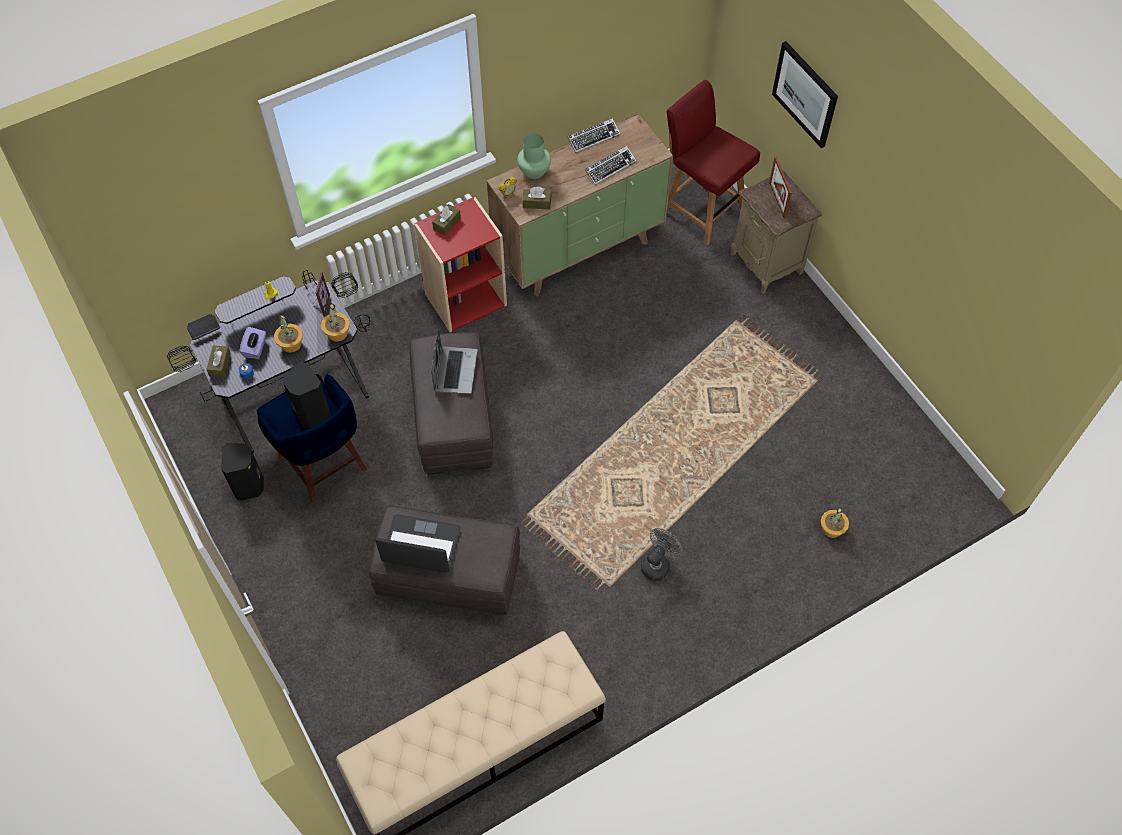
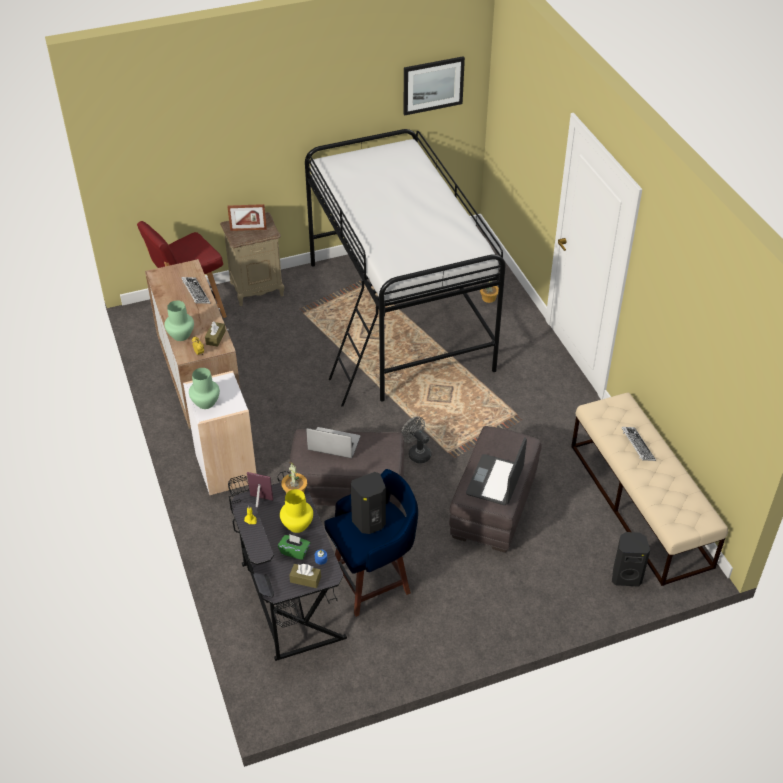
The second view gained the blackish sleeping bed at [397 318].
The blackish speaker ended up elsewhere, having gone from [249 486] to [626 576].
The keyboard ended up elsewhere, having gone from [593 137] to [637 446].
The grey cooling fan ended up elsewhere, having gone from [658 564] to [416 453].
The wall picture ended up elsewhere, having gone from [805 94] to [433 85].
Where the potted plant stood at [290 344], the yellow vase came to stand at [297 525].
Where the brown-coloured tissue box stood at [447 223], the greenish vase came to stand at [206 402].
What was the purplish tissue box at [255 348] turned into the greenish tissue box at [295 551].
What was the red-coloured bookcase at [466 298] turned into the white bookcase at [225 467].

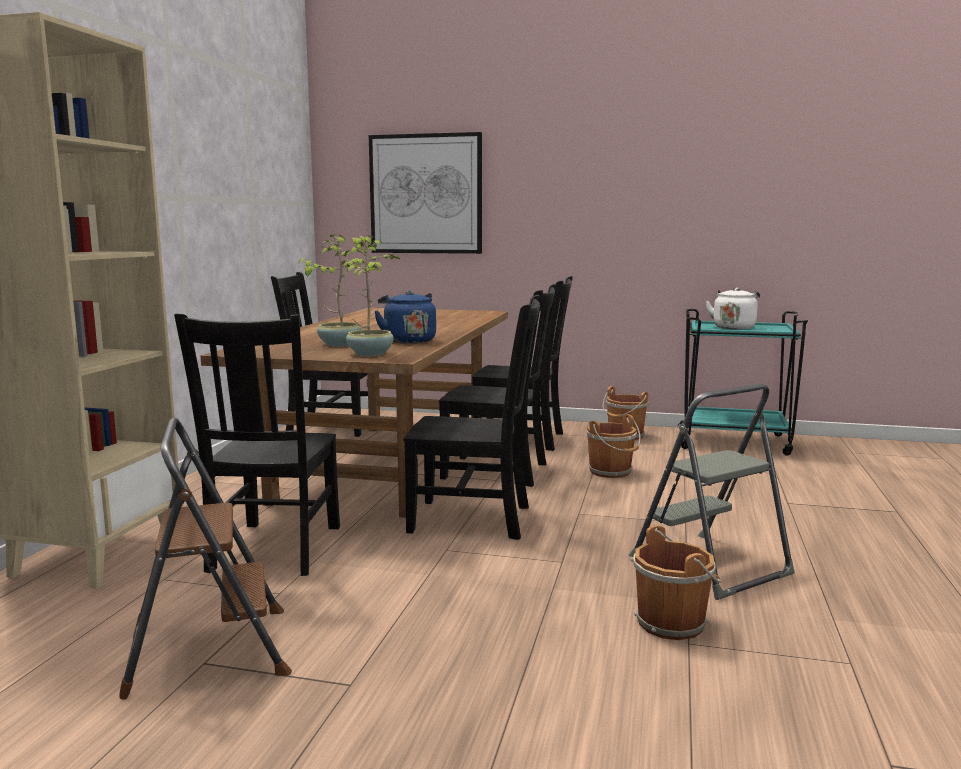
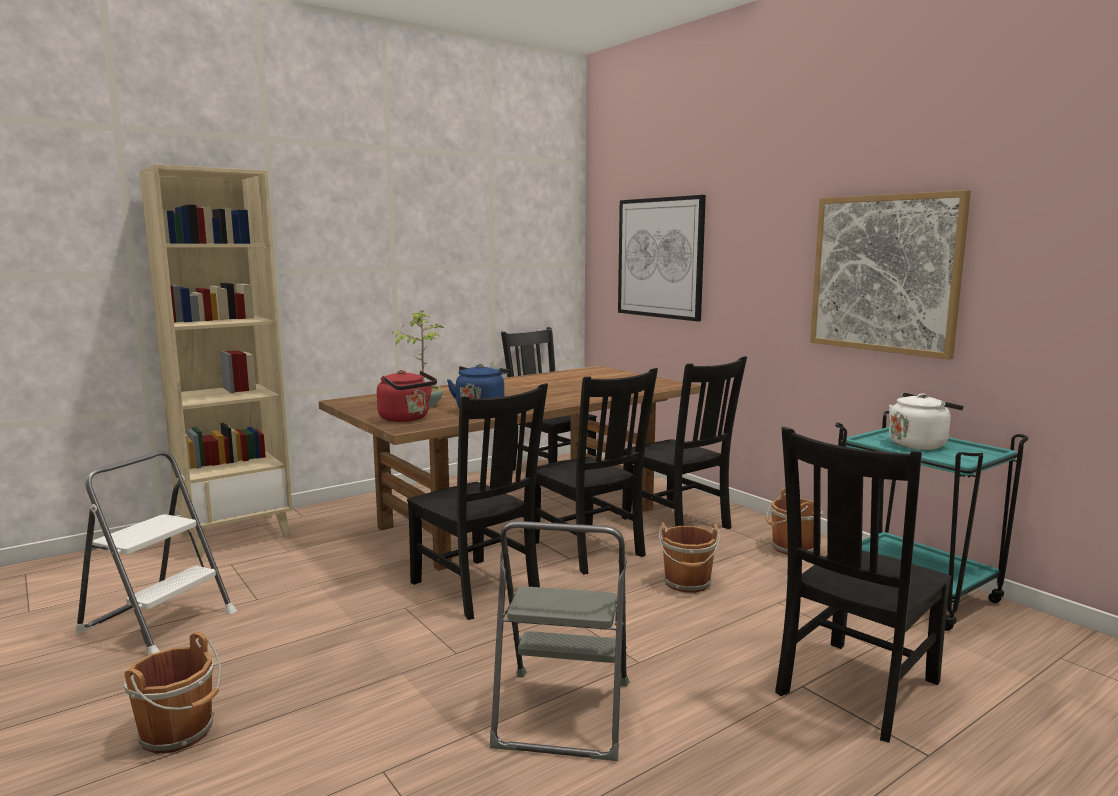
The second view gained the wall picture at [884 273].
The blackish chair ended up elsewhere, having gone from [274 550] to [855 689].
The brown-coloured bucket ended up elsewhere, having gone from [673 622] to [179 733].
Where the potted plant stood at [370 353], the red-coloured kettle came to stand at [406 419].
What was the brown-coloured step ladder at [201 650] turned into the white step ladder at [154 620].

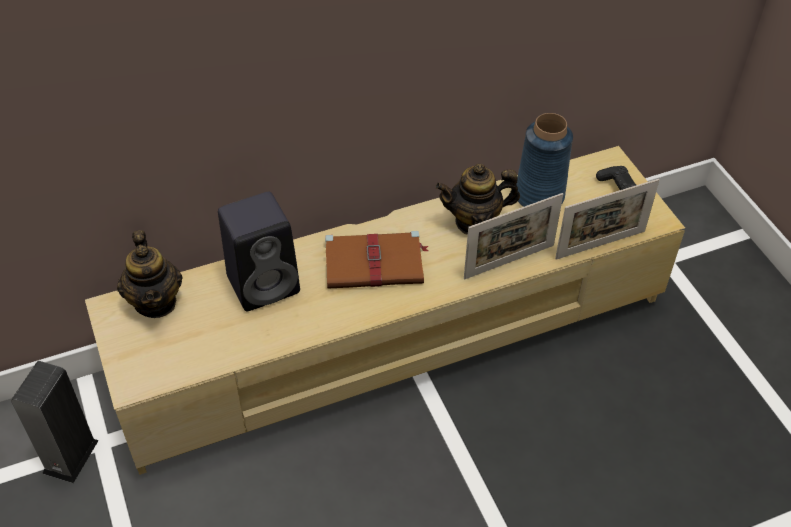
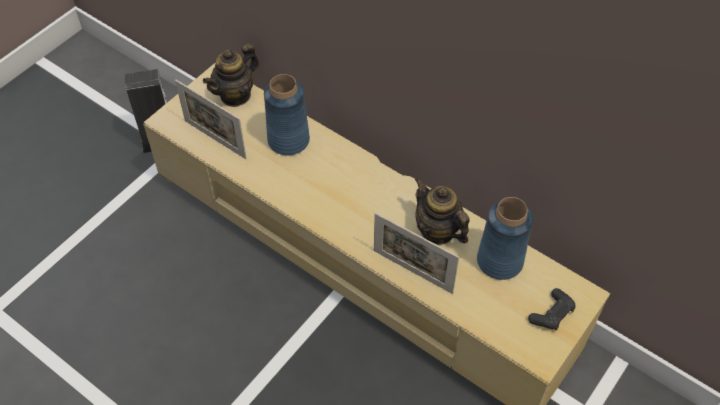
The second view lost the brown-coloured bound book at [376 263].
The standing frame ended up elsewhere, having gone from [600 245] to [215 139].
Where the blackish speaker stood at [265 283], the blue-coloured vase came to stand at [289 140].

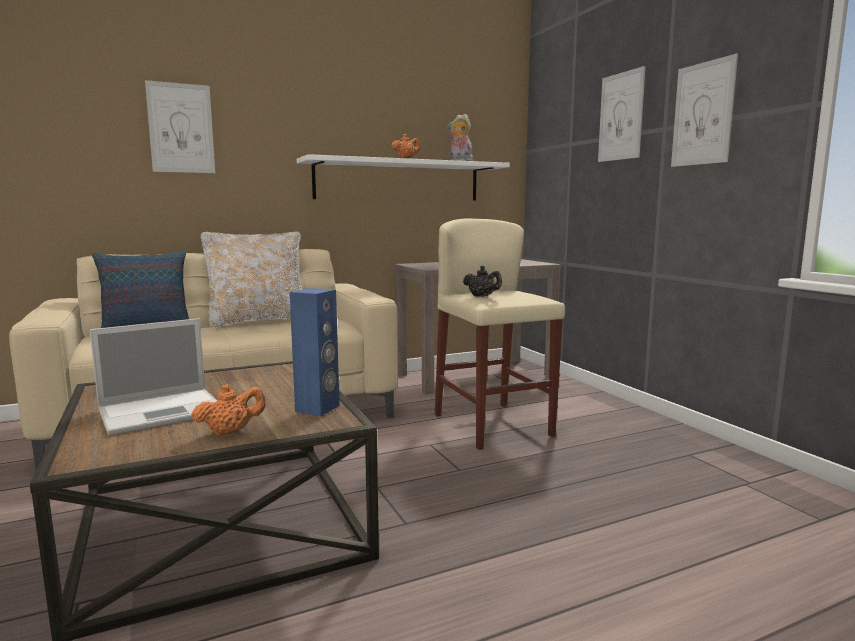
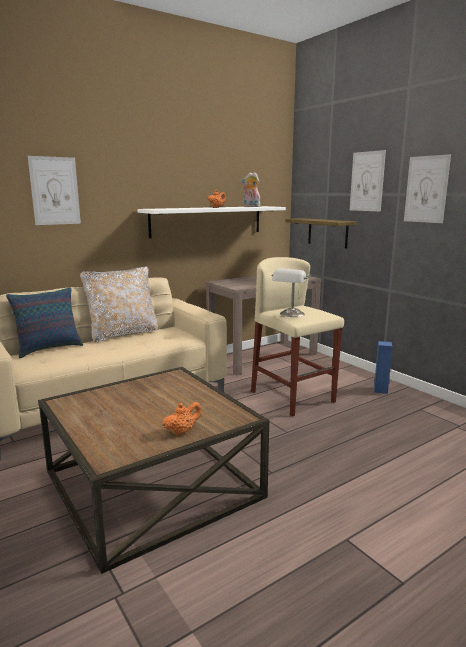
The second view lost the laptop at [164 411].
The second view gained the bracket shelf at [327 232].
The blue-coloured speaker ended up elsewhere, having gone from [318 409] to [381 390].
Where the blackish tea pot stood at [482 296], the white table lamp came to stand at [291 315].

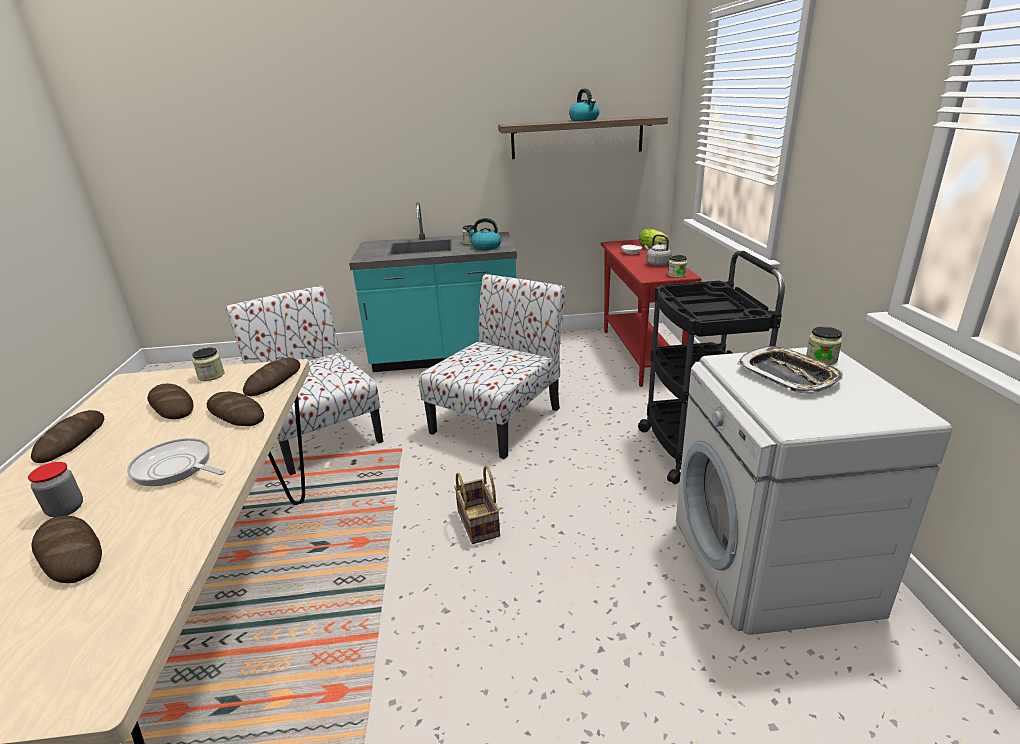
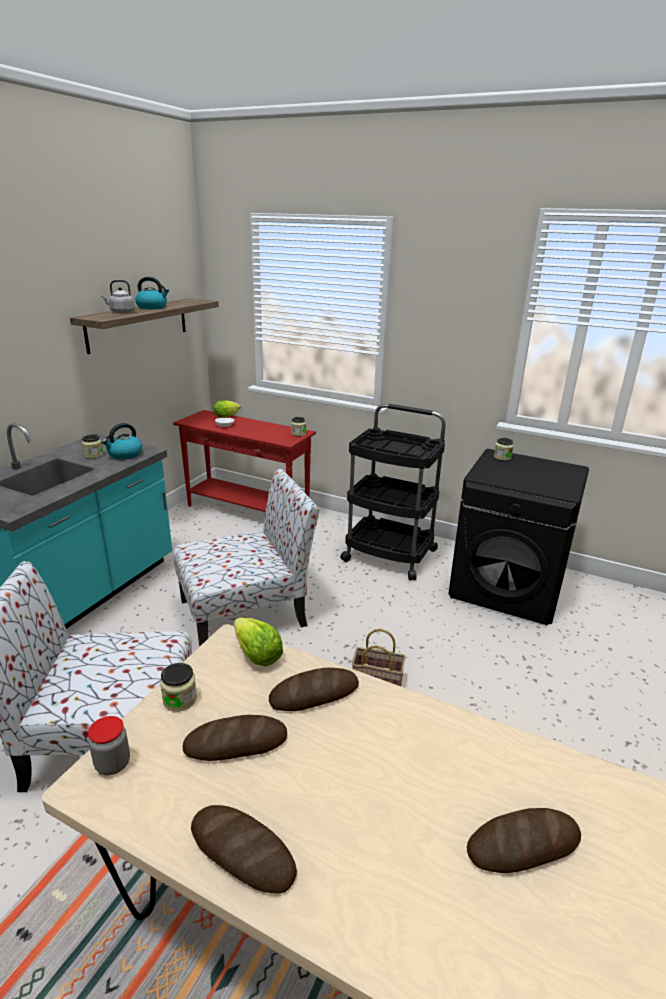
The second view lost the frying pan at [176 468].
The second view lost the tray at [788 375].
The preserve jar ended up elsewhere, having gone from [66 509] to [113 764].
The grey kettle ended up elsewhere, having gone from [657 264] to [121 312].
Where the bread stood at [273 381], the head of lettuce came to stand at [257 655].
What was the white laundry appliance at [768 564] turned into the blackish laundry appliance at [507 589].
The chair at [498 419] ended up facing another way, 90 degrees clockwise from before.

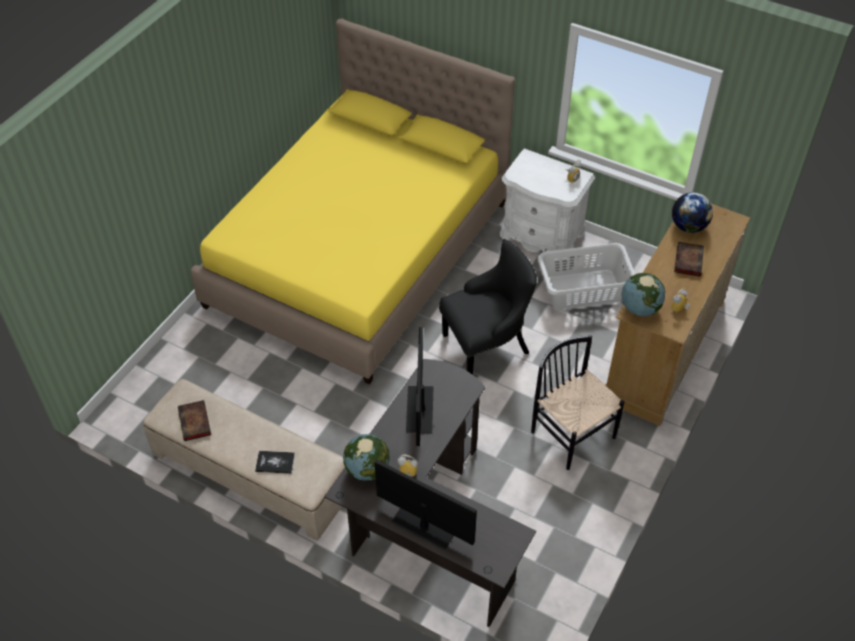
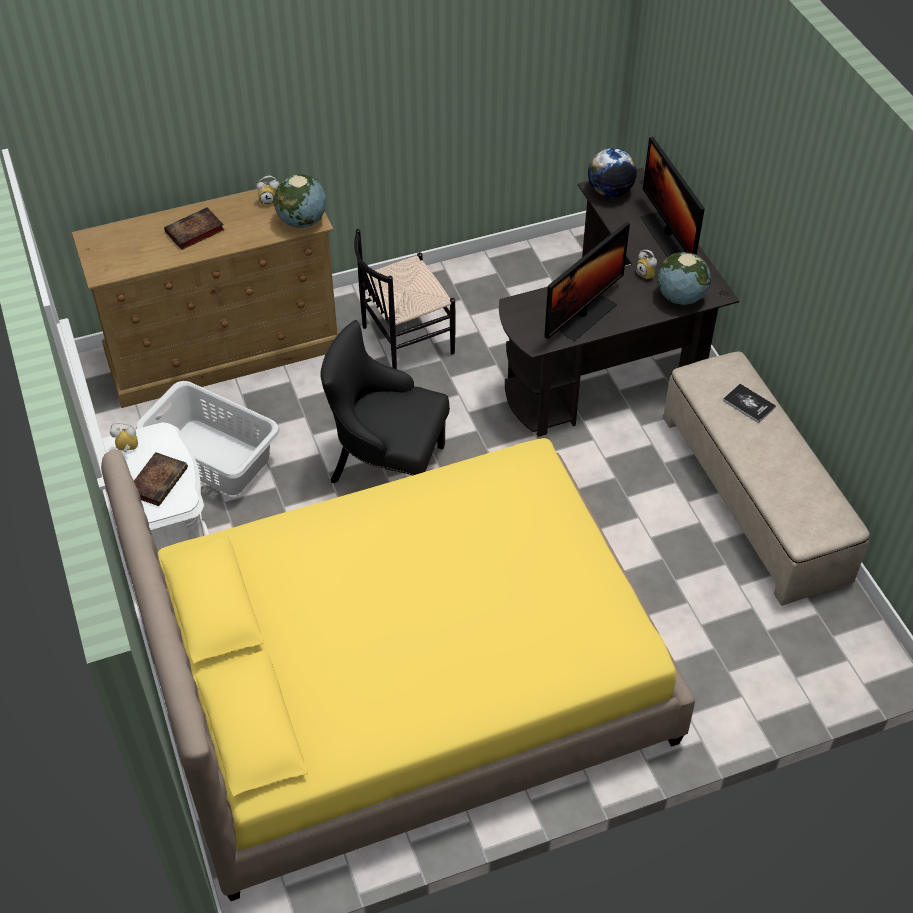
The bound book ended up elsewhere, having gone from [195 423] to [158 480].
The globe ended up elsewhere, having gone from [688 227] to [610 191].
The blackish chair at [570 432] ended up facing another way, 60 degrees clockwise from before.

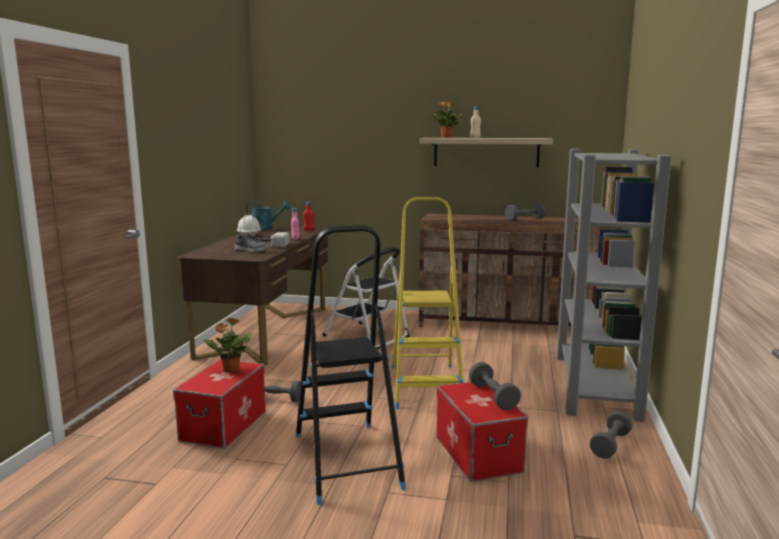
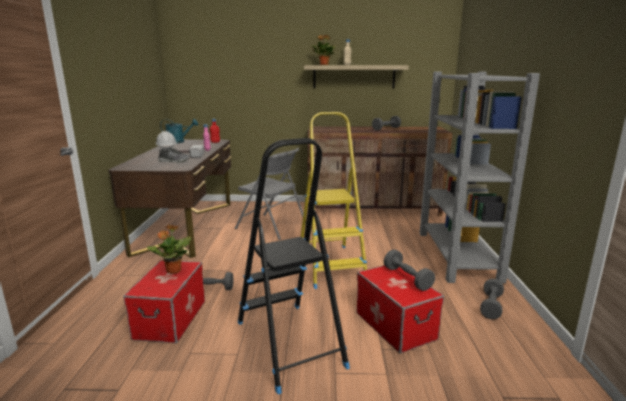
Where the step ladder stood at [367 337], the grey chair came to stand at [271 226].

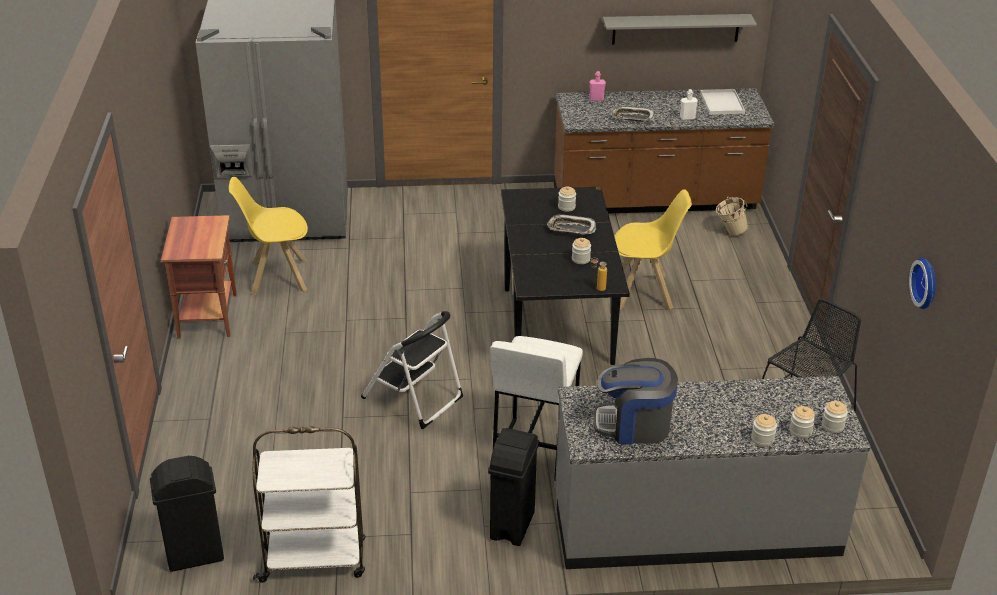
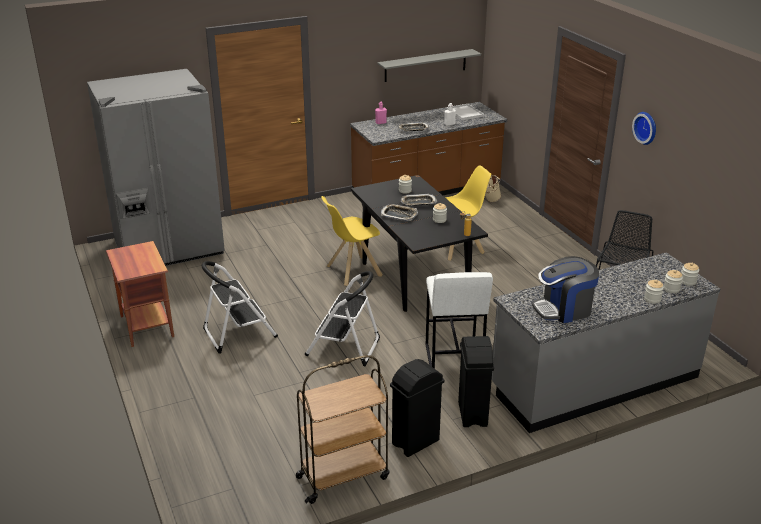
The second view gained the step ladder at [237 333].
The second view gained the tray at [399 215].
The blackish rubbish bin ended up elsewhere, having gone from [194 555] to [415 442].
The yellow chair ended up elsewhere, having gone from [276 277] to [352 271].
The clock on the wall ended up elsewhere, having gone from [927 283] to [646 127].
What was the white cart at [314 562] turned into the brown-coloured cart at [344 478].

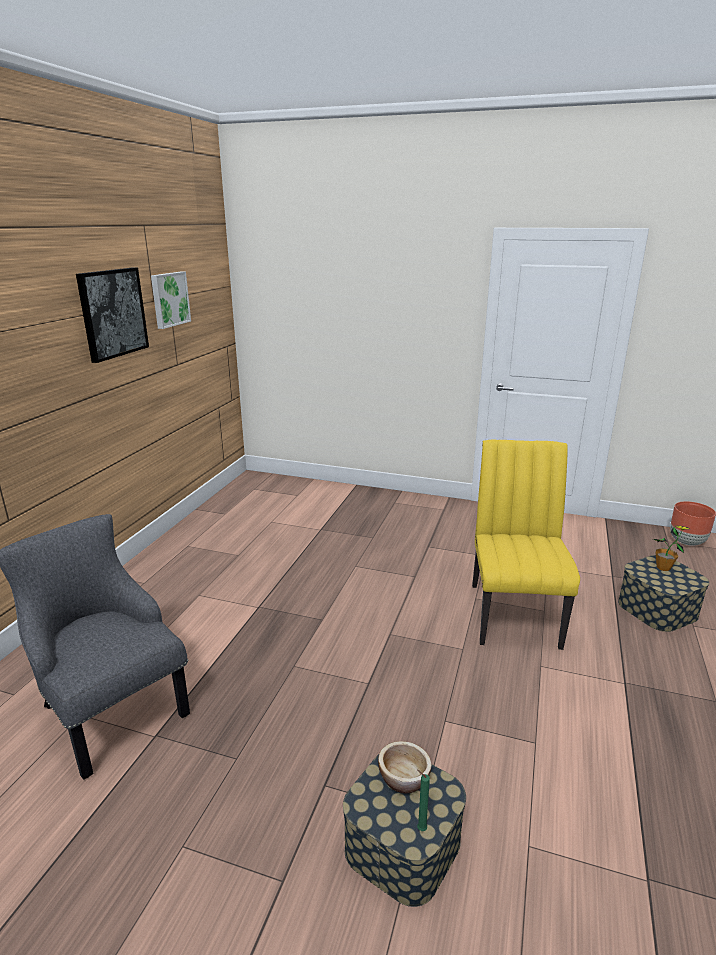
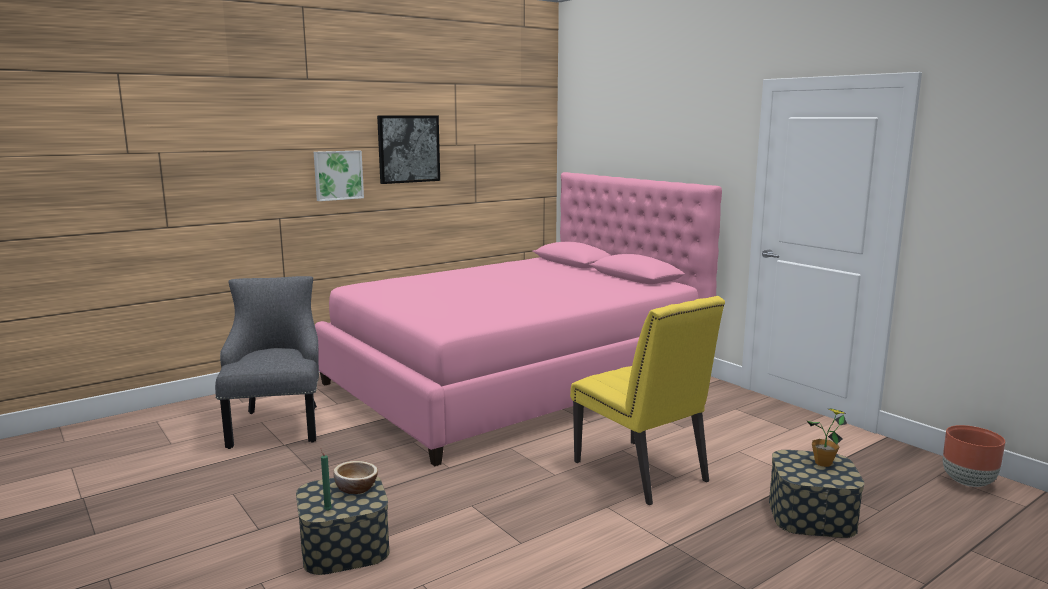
The second view gained the pink sleeping bed at [518 381].
The wall picture ended up elsewhere, having gone from [169 299] to [338 175].
The yellow chair at [514 616] ended up facing another way, 105 degrees clockwise from before.

